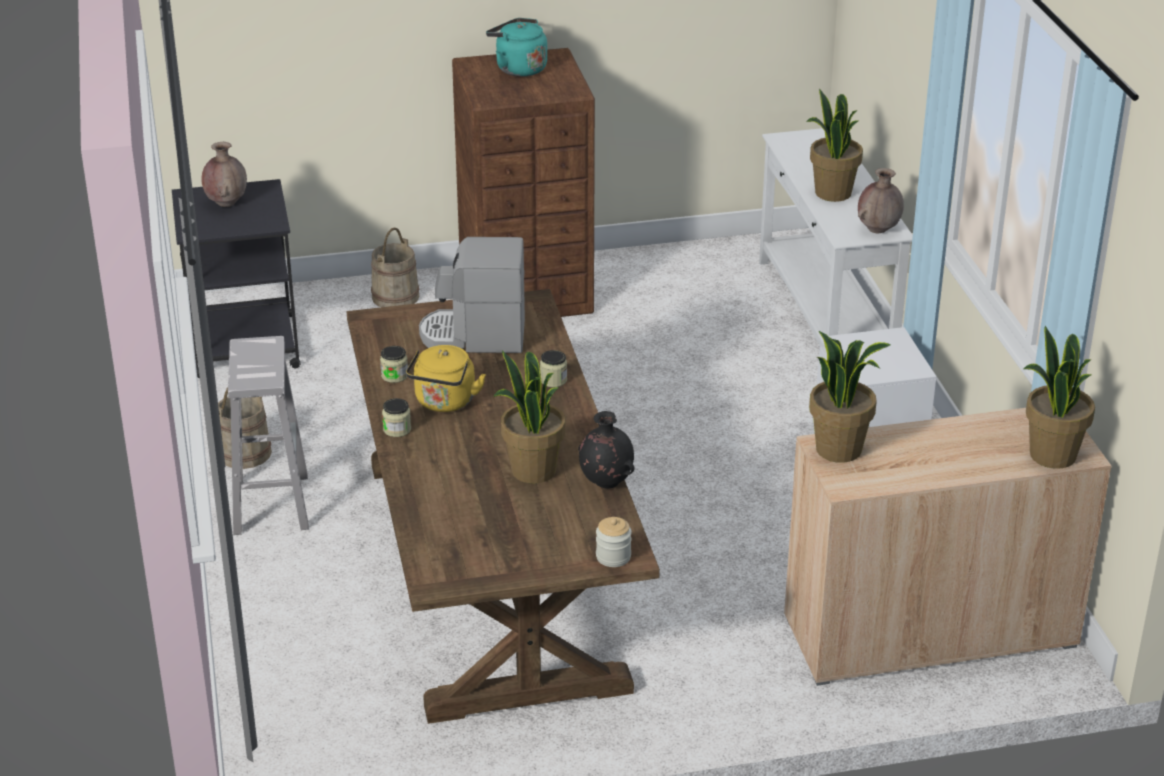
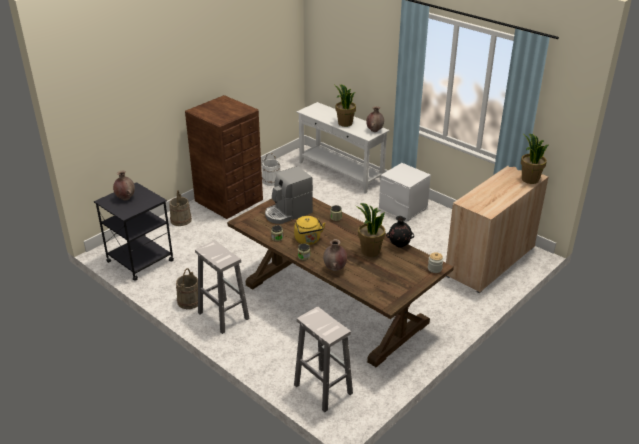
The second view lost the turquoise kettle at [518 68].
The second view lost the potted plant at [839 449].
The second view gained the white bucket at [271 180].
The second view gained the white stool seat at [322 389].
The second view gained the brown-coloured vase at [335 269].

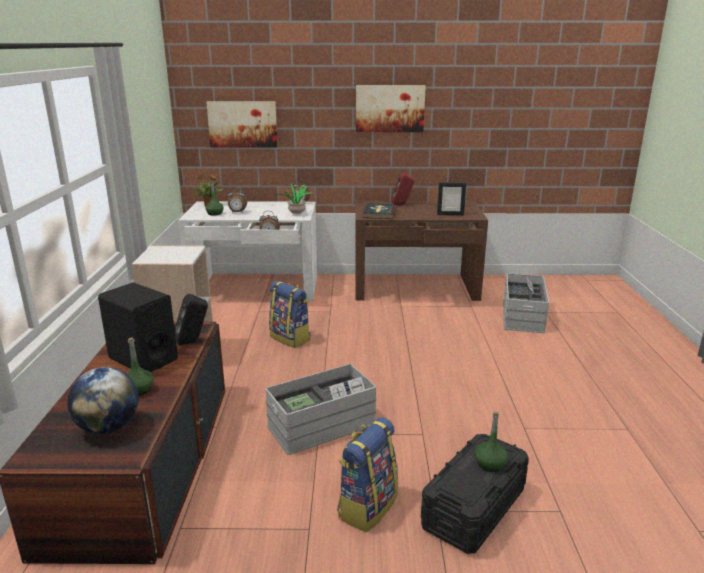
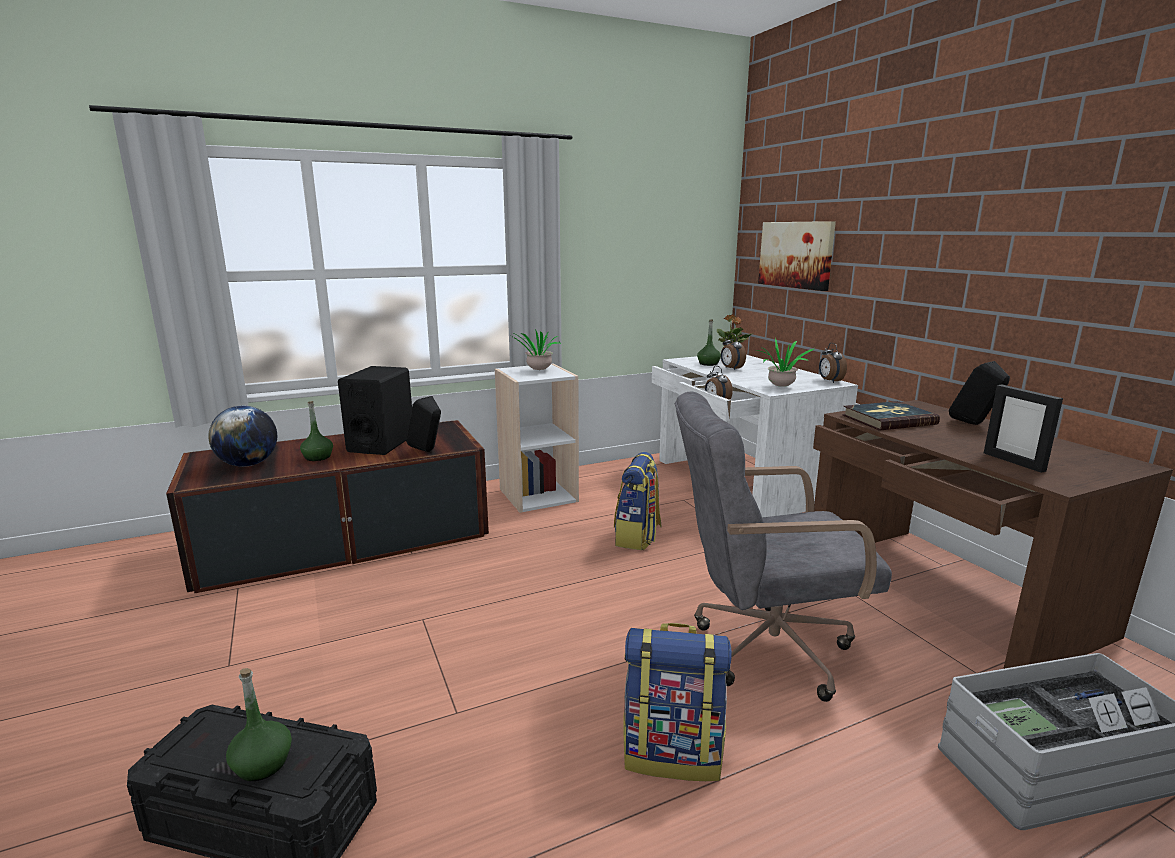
The second view lost the grey storage bin at [321 424].
The second view lost the wall picture at [390 108].
The second view gained the potted plant at [538 371].
The second view gained the grey office chair at [762 652].
The backpack ended up elsewhere, having gone from [367 506] to [673 754].
What was the red-coloured speaker at [402 205] turned into the blackish speaker at [974 424].

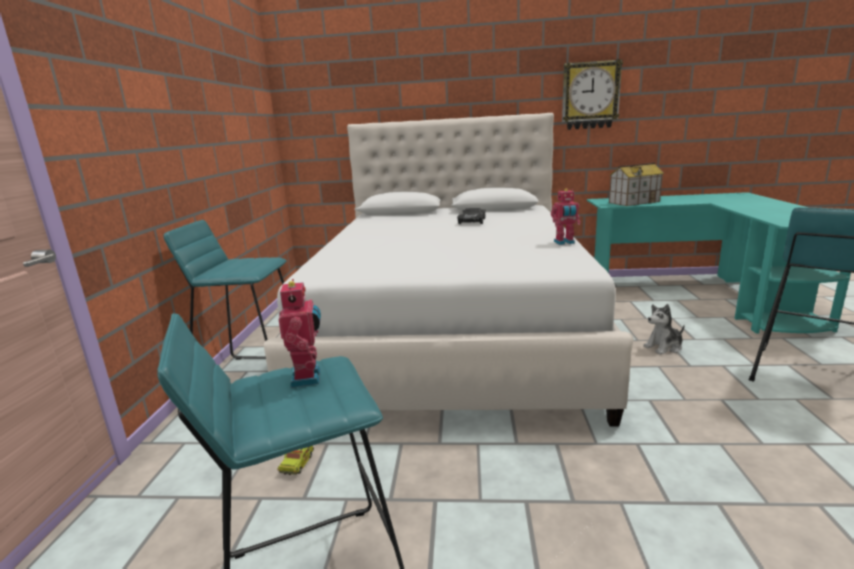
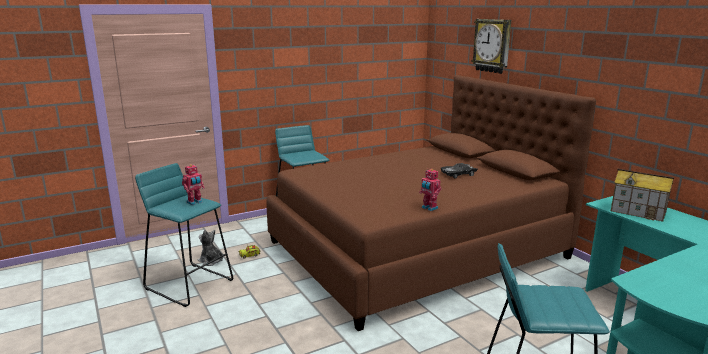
The clock on the wall ended up elsewhere, having gone from [590 95] to [492 45].
The plush toy ended up elsewhere, having gone from [664 347] to [211 261].
What was the white sleeping bed at [452 333] turned into the brown-coloured sleeping bed at [416 249].

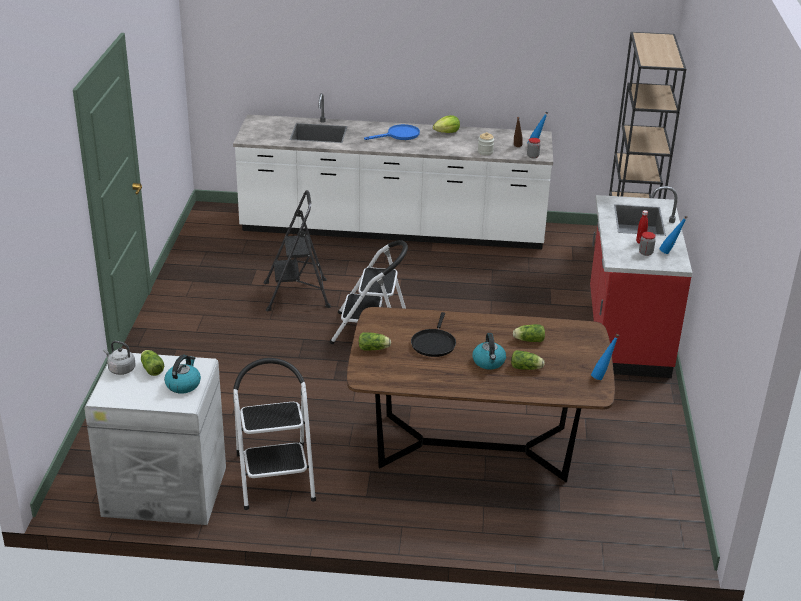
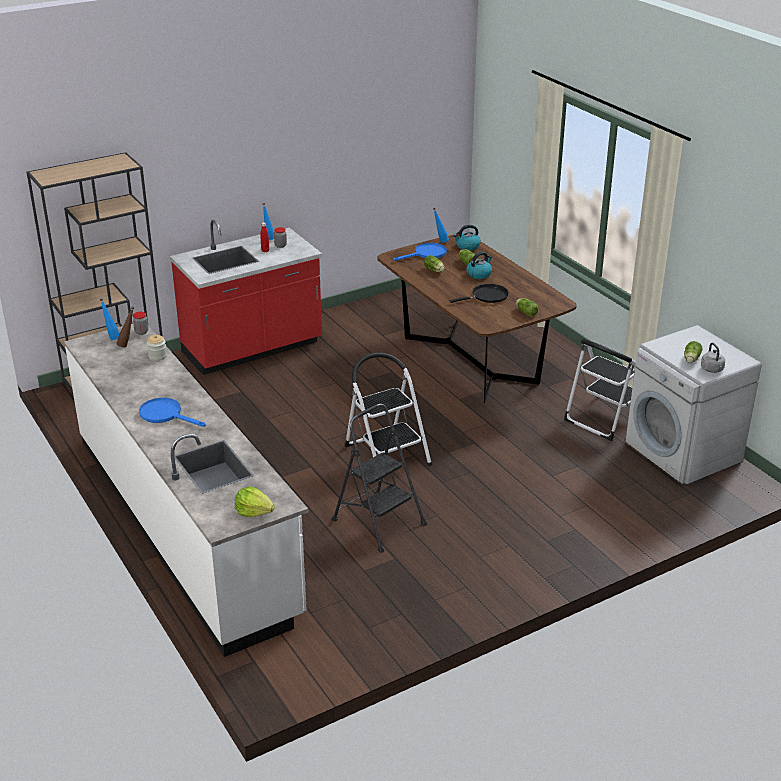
The second view gained the blue-coloured frying pan at [426 254].
The kettle ended up elsewhere, having gone from [183 384] to [467 246].
The head of lettuce ended up elsewhere, having gone from [447 132] to [254 511].

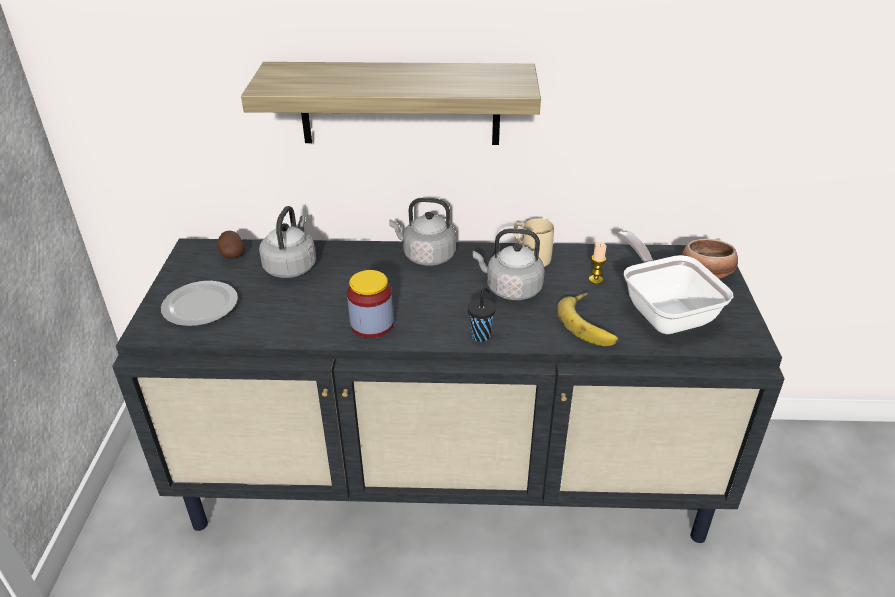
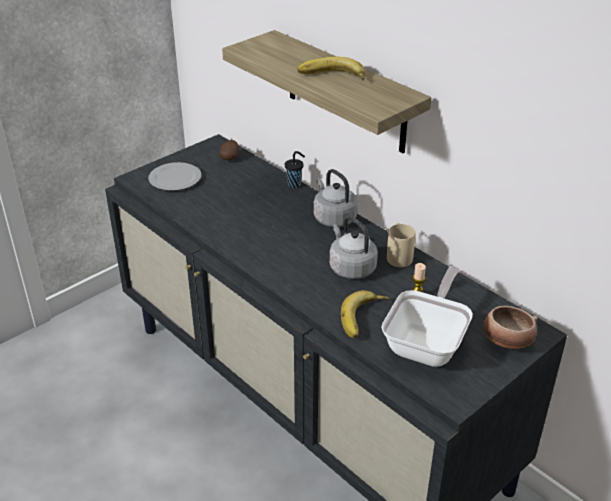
The second view lost the grey kettle at [291 266].
The second view lost the preserve jar at [372 324].
The second view gained the banana at [332 77].
The blackish cup ended up elsewhere, having gone from [481 335] to [295 185].

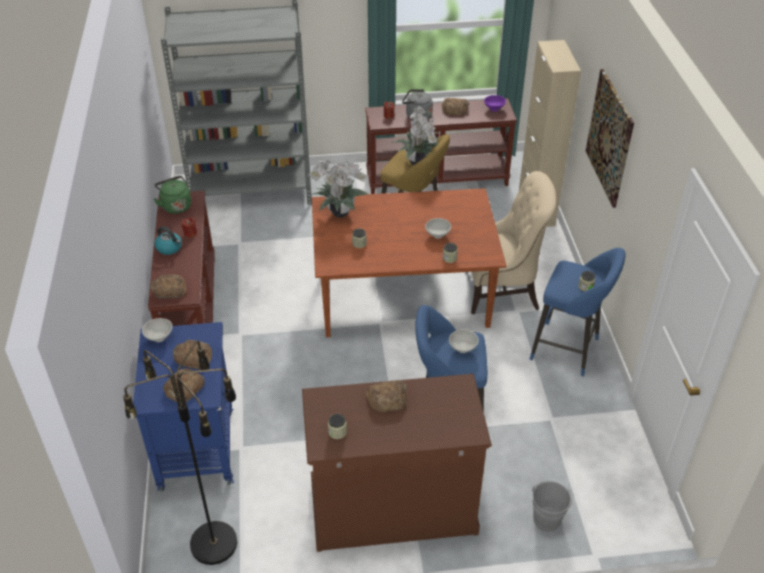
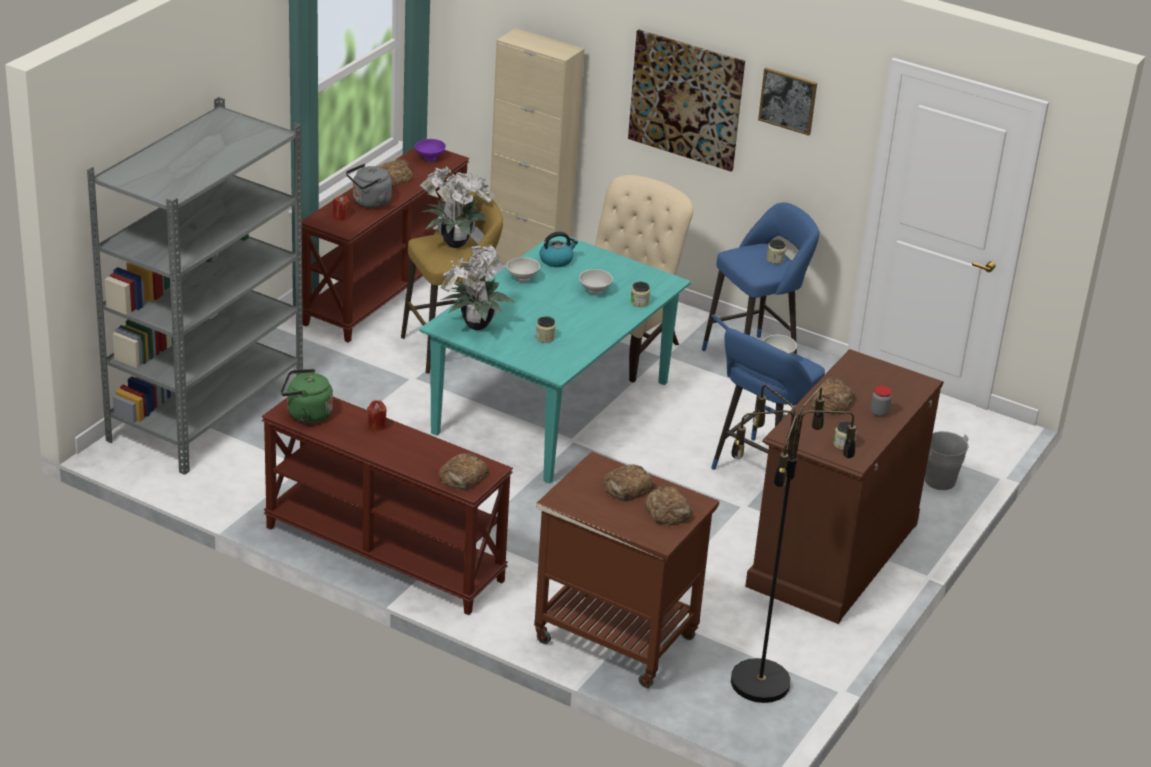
The second view gained the wall picture at [788 100].
The second view gained the preserve jar at [879 413].
The white serving bowl ended up elsewhere, having gone from [158 338] to [522 279].
The kettle ended up elsewhere, having gone from [169 248] to [556 260].
What was the blue-coloured cart at [197 449] turned into the brown-coloured cart at [614 639].
What was the brown-coloured dinner table at [403 297] turned into the turquoise dinner table at [552 408].

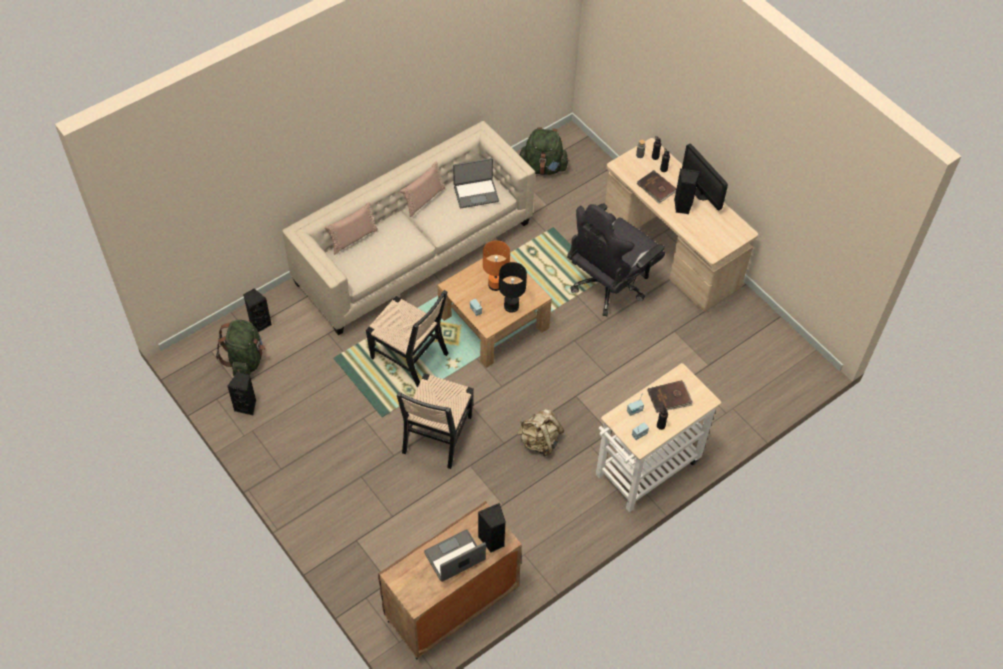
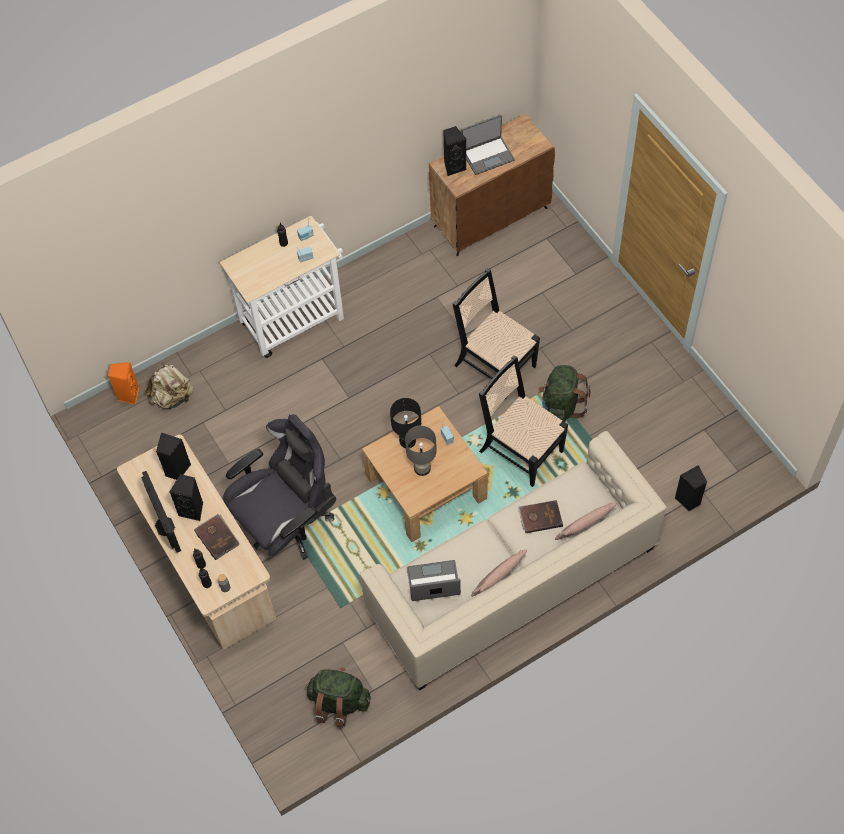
The second view gained the orange-coloured speaker at [128 395].
The greenish backpack ended up elsewhere, having gone from [245 360] to [561 406].
The blackish speaker ended up elsewhere, having gone from [247 406] to [176 469].
The beige backpack ended up elsewhere, having gone from [540 441] to [172 397].
The brown-coloured bound book ended up elsewhere, having gone from [669 398] to [540 517].
What was the orange-coloured table lamp at [495 284] turned into the grey table lamp at [422 468].
The chair at [437 435] ended up facing another way, 75 degrees counterclockwise from before.

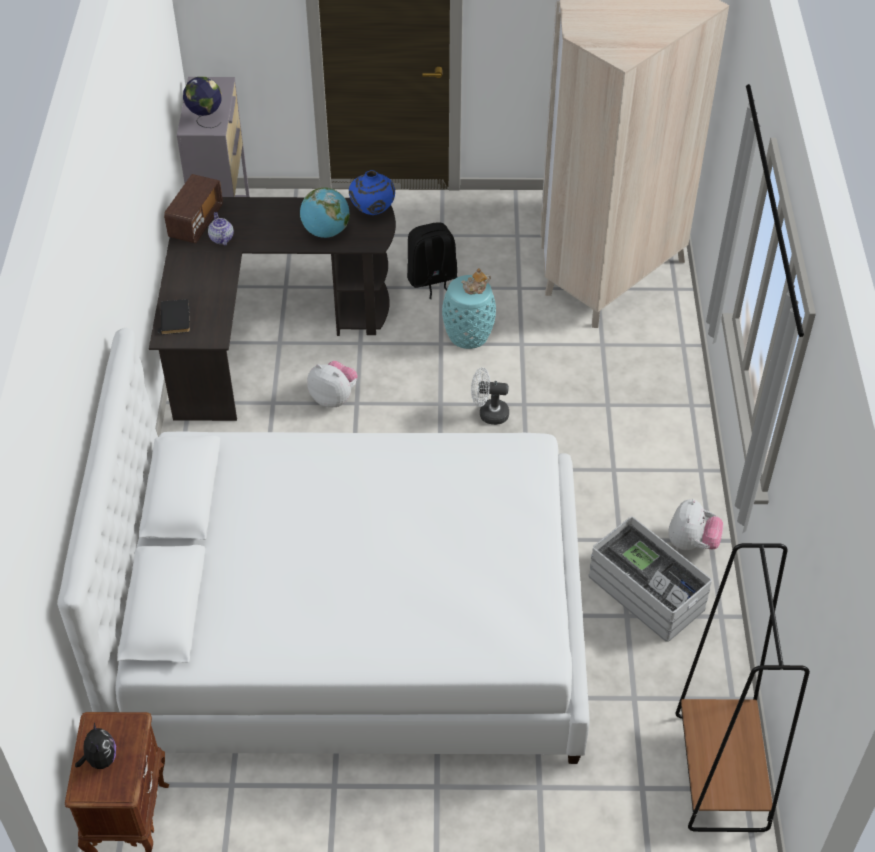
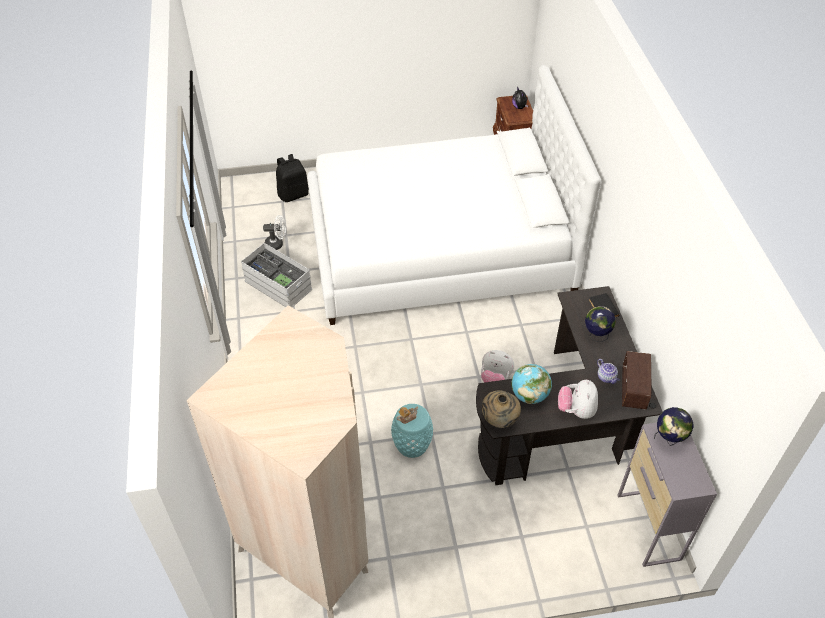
The second view lost the garment stand at [720 773].
The second view gained the globe at [596 335].
The blackish backpack ended up elsewhere, having gone from [432 280] to [293 194].
The white cooling fan ended up elsewhere, having gone from [488 414] to [277 244].
The plush toy ended up elsewhere, having gone from [691 543] to [576 410].
What was the blue-coloured vase at [372 212] turned into the beige vase at [499 420].

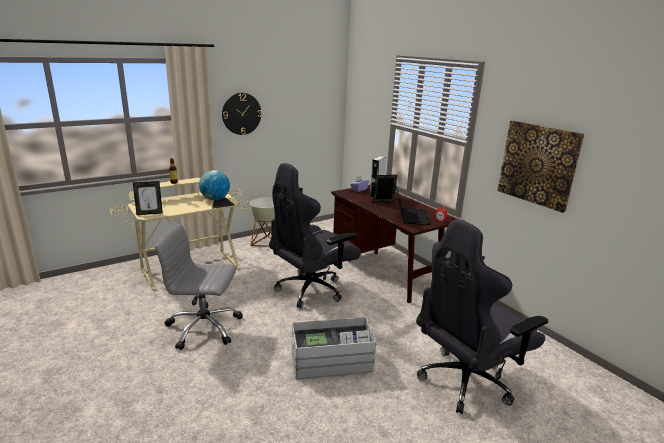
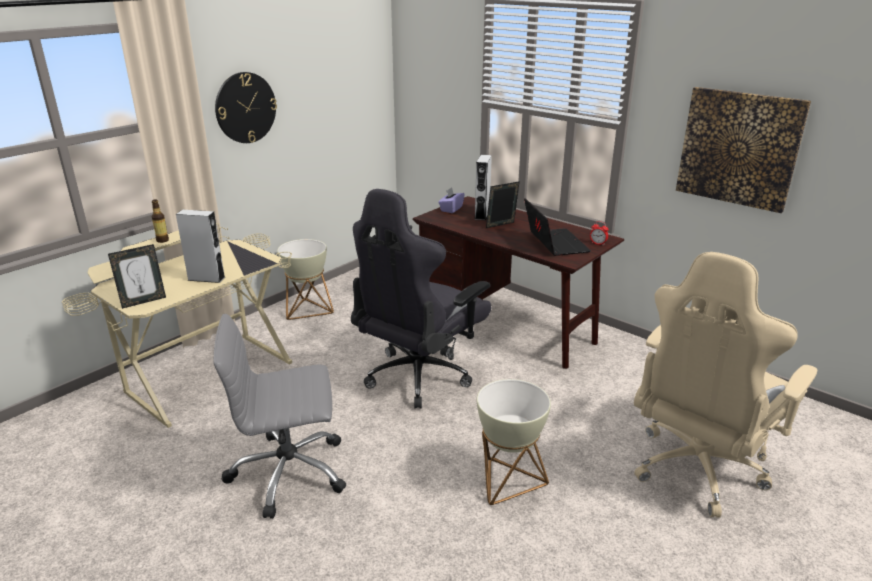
The second view lost the globe at [215 199].
The second view gained the grey speaker at [206 278].
Where the grey storage bin stood at [331 360], the planter came to stand at [509 481].
What was the blackish office chair at [468 379] turned into the beige office chair at [699 465].

